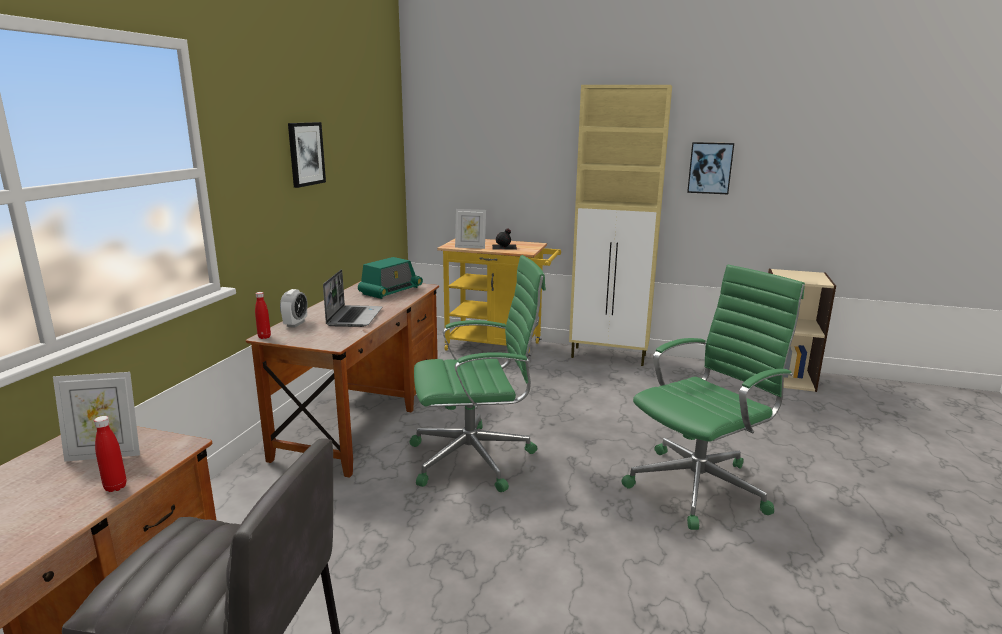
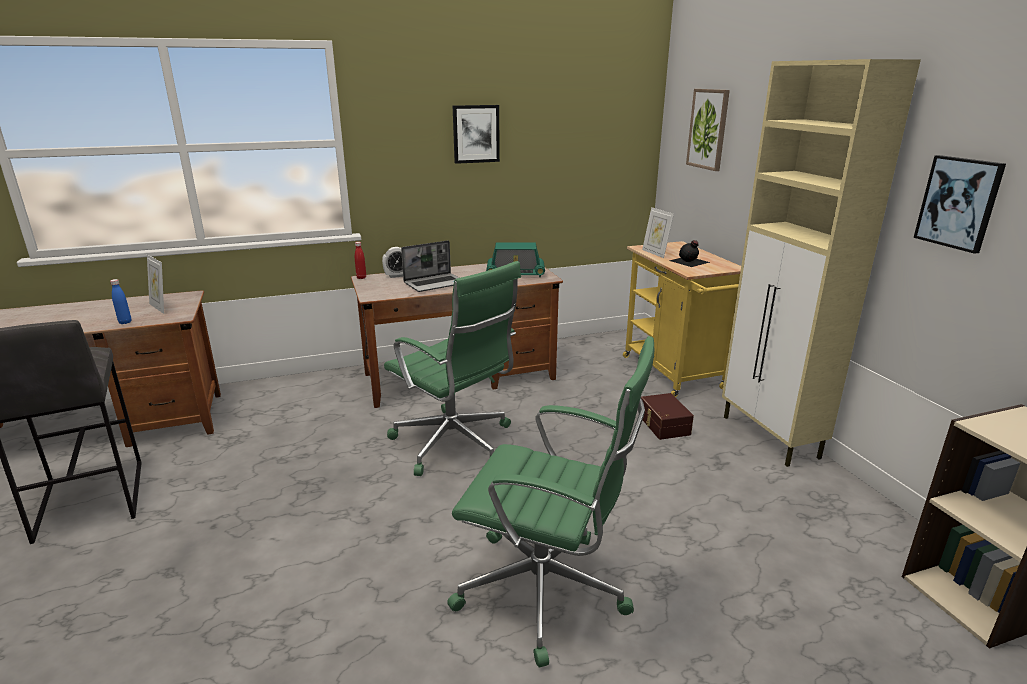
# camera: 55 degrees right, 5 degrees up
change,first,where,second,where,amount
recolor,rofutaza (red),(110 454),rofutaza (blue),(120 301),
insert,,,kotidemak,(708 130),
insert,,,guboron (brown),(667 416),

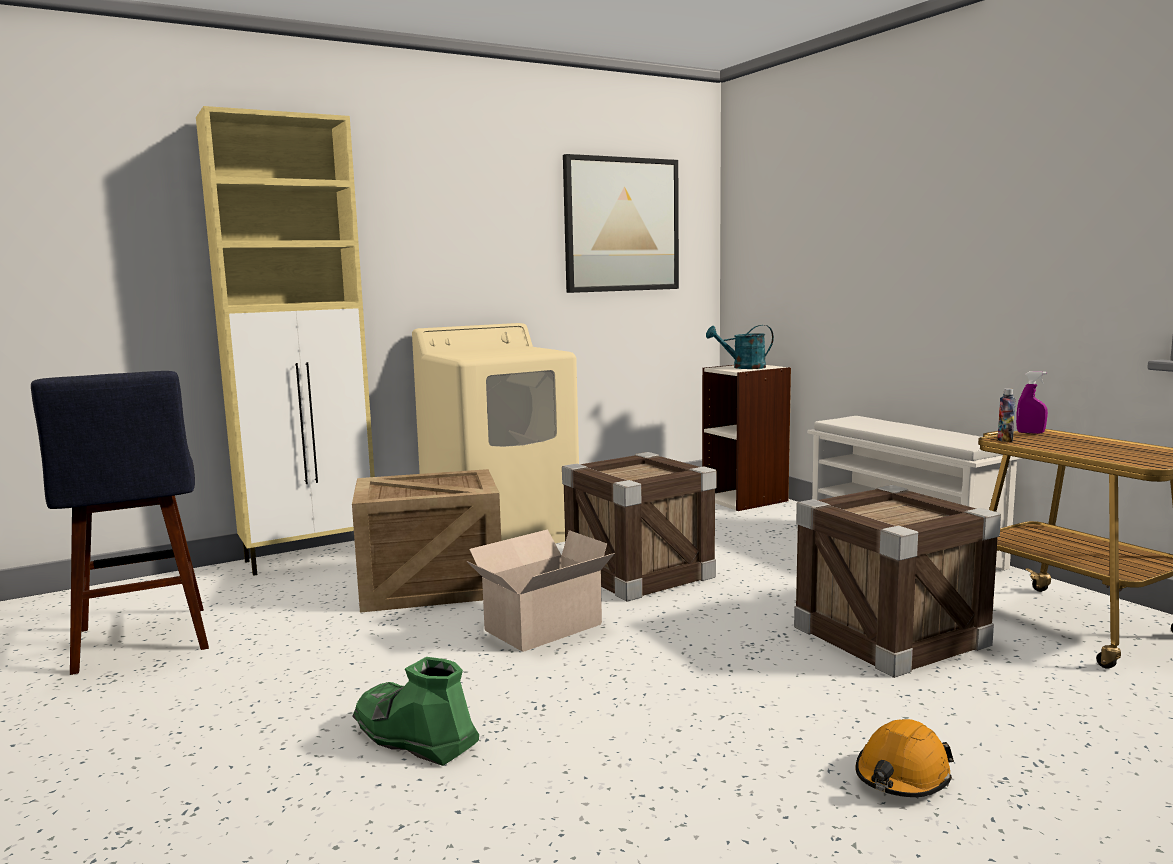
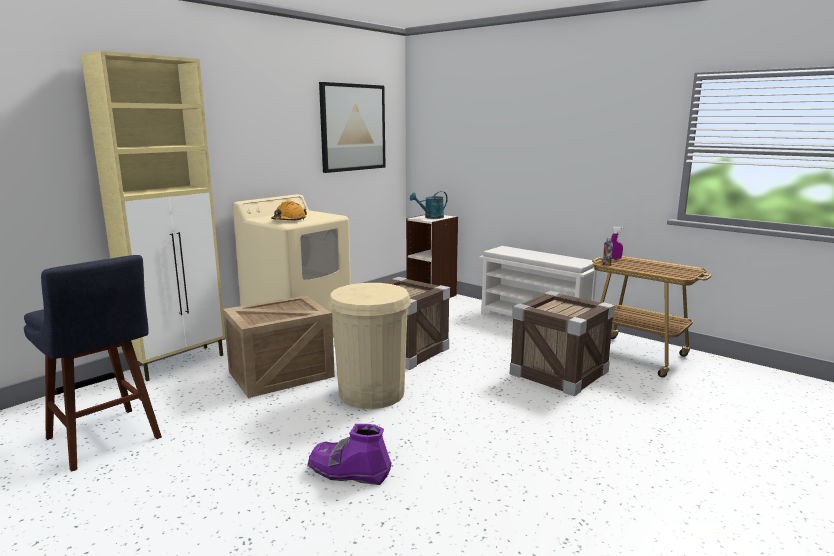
# camera: 20 degrees left, 5 degrees up
change,first,where,second,where,amount
replace,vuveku,(541 590),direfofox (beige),(369 346),
recolor,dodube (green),(415 711),dodube (purple),(349 454),
move,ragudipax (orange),(904 758),,(289 210),

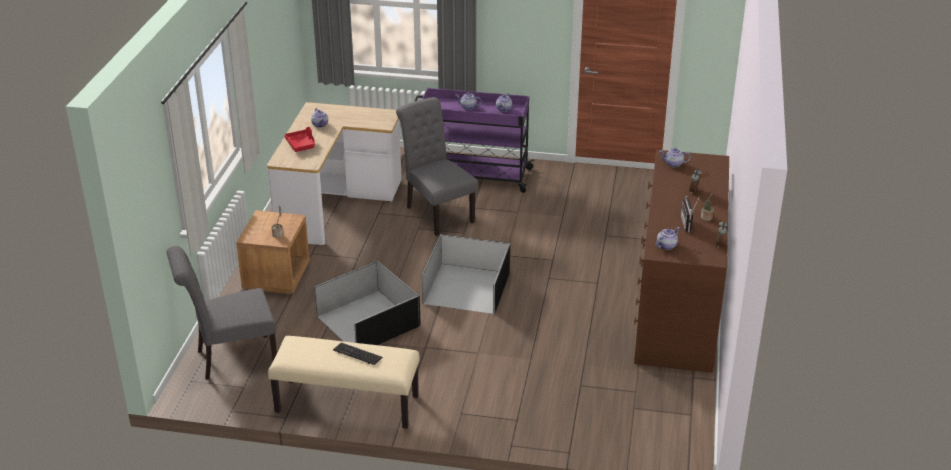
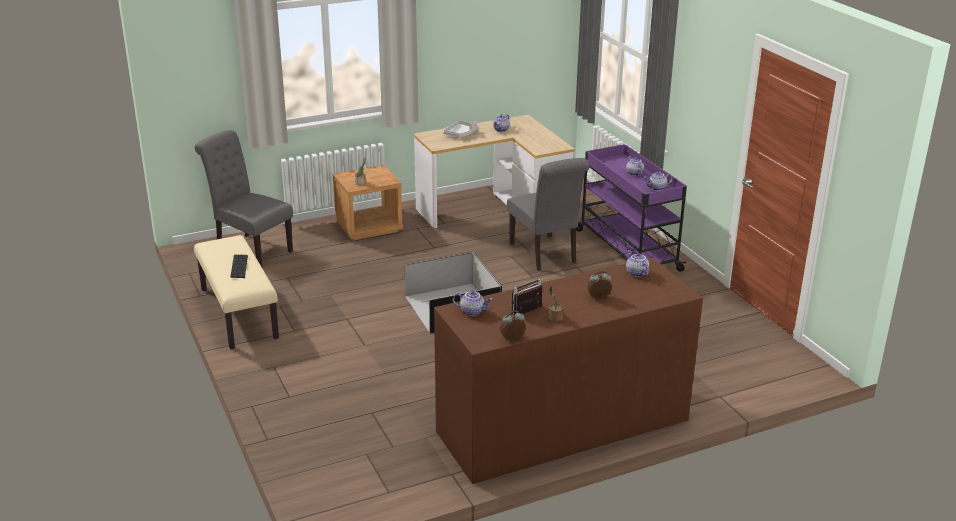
# camera: 55 degrees right, 5 degrees down
change,first,where,second,where,amount
rotate,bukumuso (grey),(437 166),,(548 214),135 degrees clockwise
recolor,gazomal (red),(299 139),gazomal (grey),(461 129),
delete,guboron (black),(368 303),,,

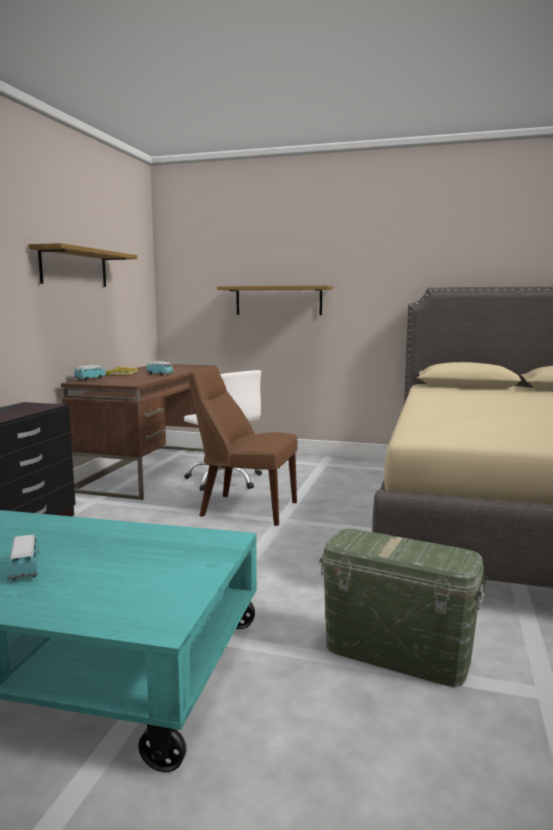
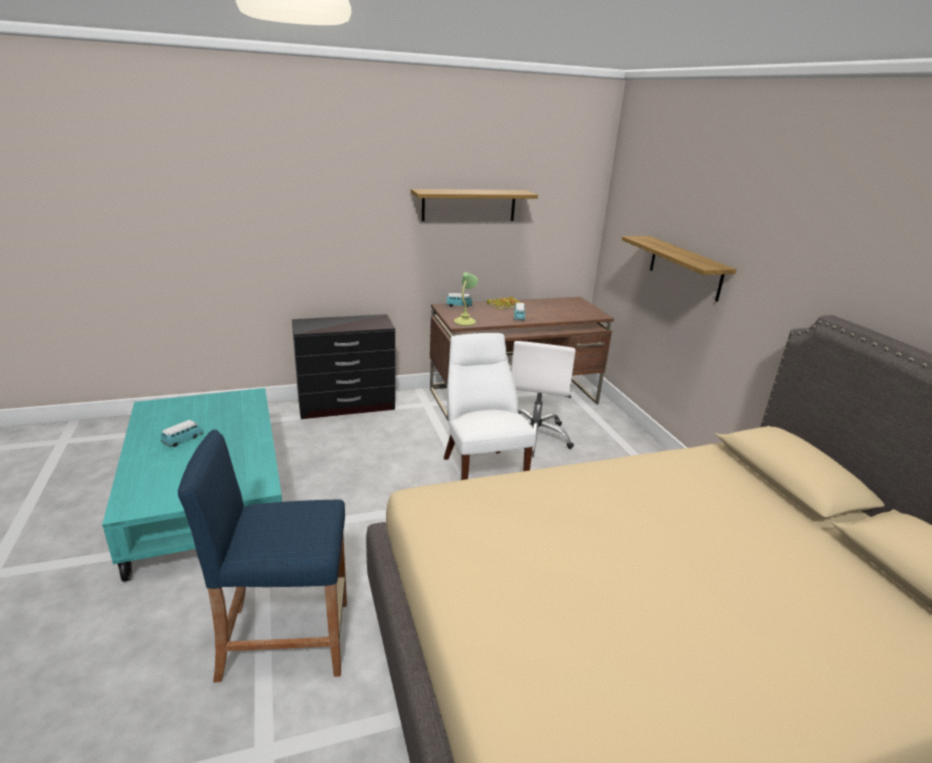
# camera: 55 degrees right, 15 degrees up
change,first,where,second,where,amount
recolor,bukumuso (brown),(243 446),bukumuso (white),(490 406),
replace,guboron (green),(403 607),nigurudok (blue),(262 556),
insert,,,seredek,(466 299),

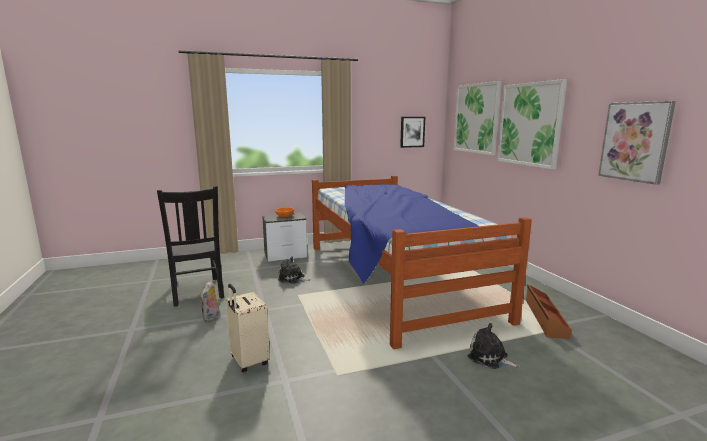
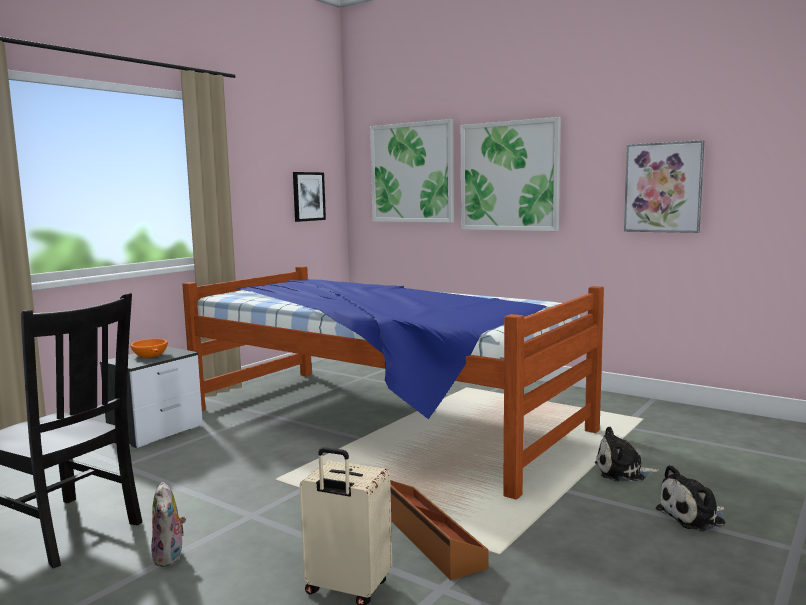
# camera: 35 degrees left, 5 degrees down
change,first,where,second,where,amount
move,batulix,(294 270),,(690 498),
move,guboron (brown),(549 311),,(439 530),

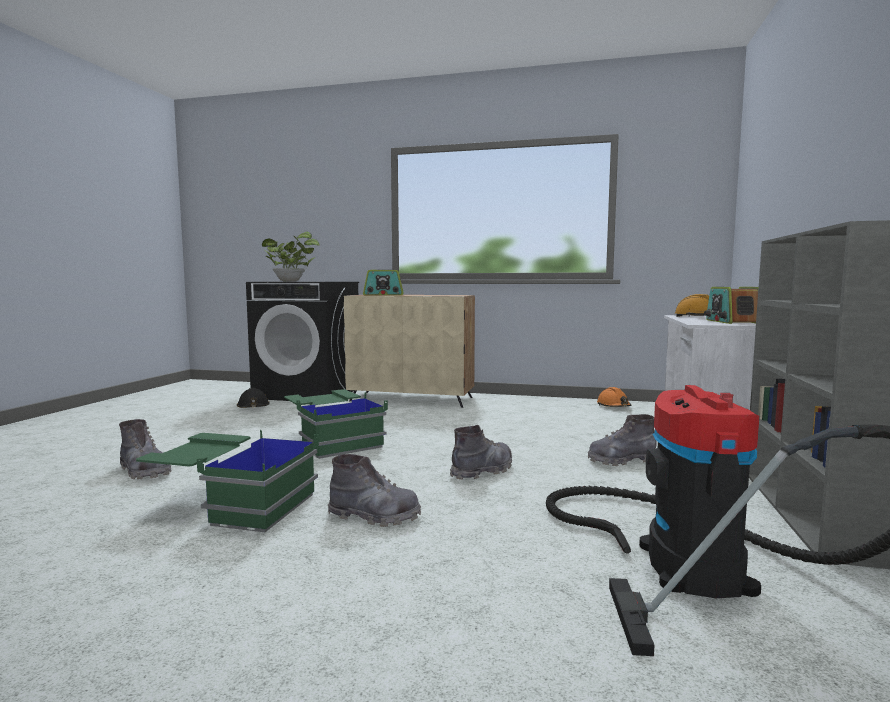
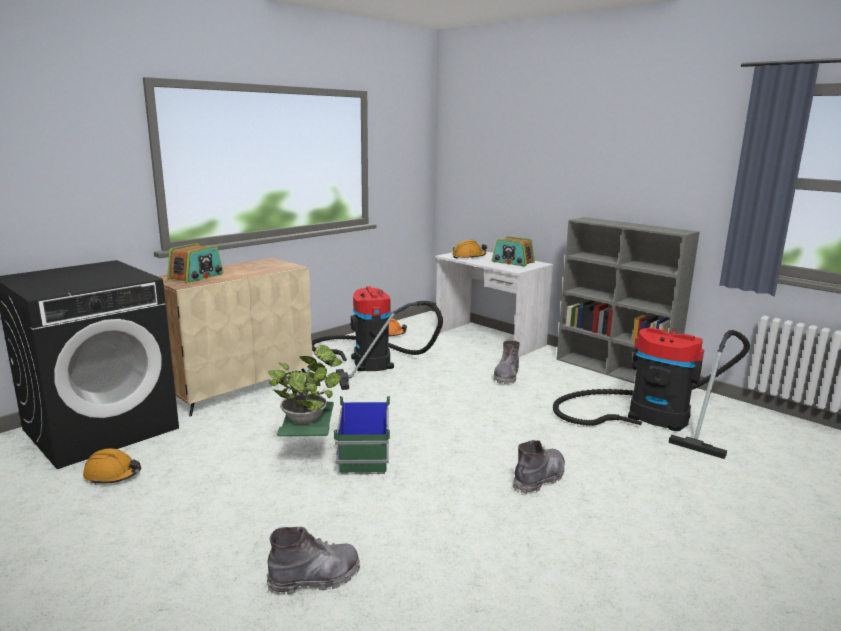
# camera: 60 degrees left, 10 degrees up
change,first,where,second,where,amount
move,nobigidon,(290 256),,(305 384),
recolor,ragudipax (black),(253 398),ragudipax (orange),(112 467),
delete,dodube (grey),(481 452),,,
delete,guboron (green),(227 481),,,
insert,,,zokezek,(377 338),

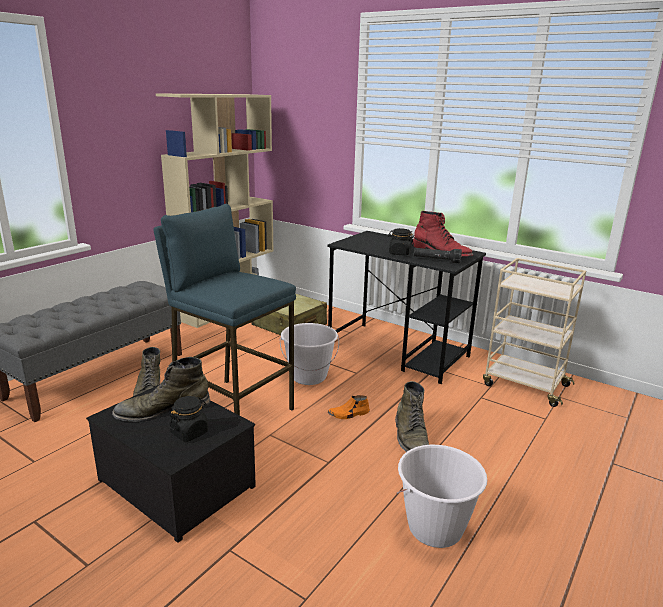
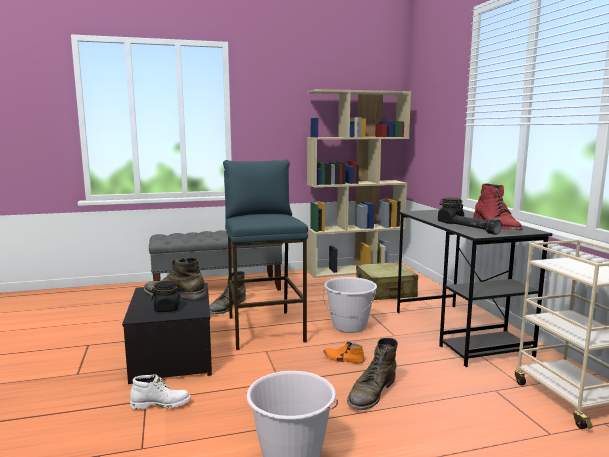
# camera: 40 degrees right, 10 degrees down
change,first,where,second,where,amount
insert,,,dodube (white),(160 391),

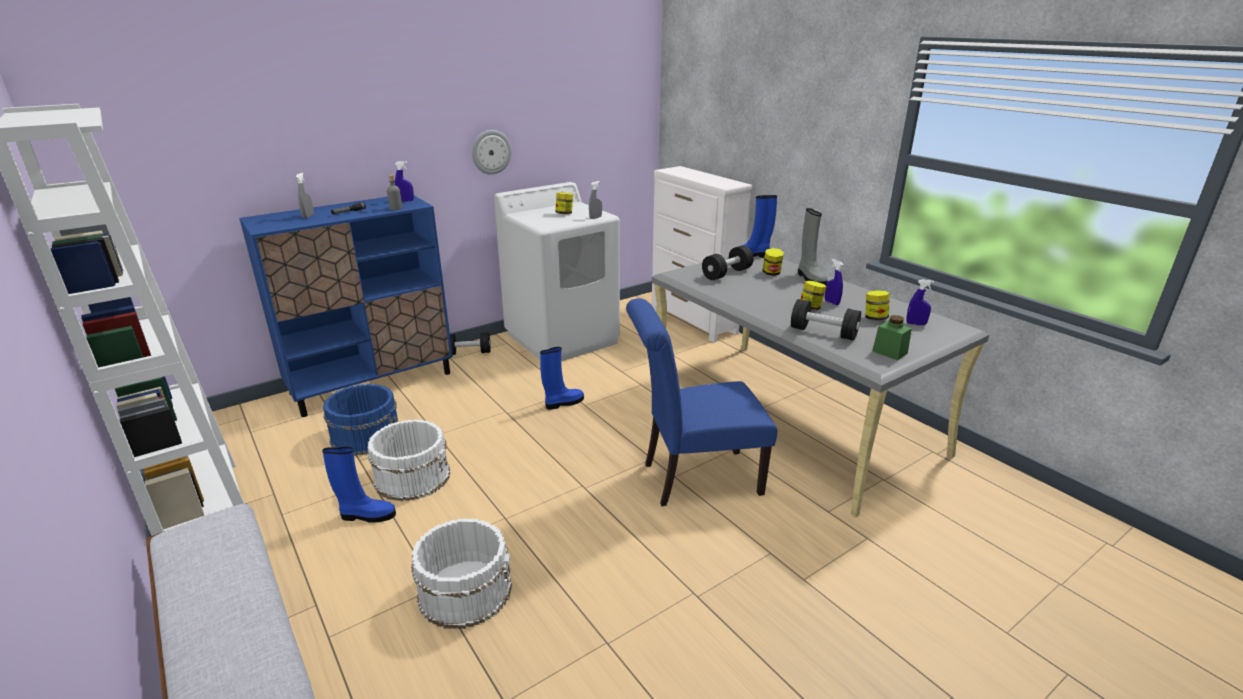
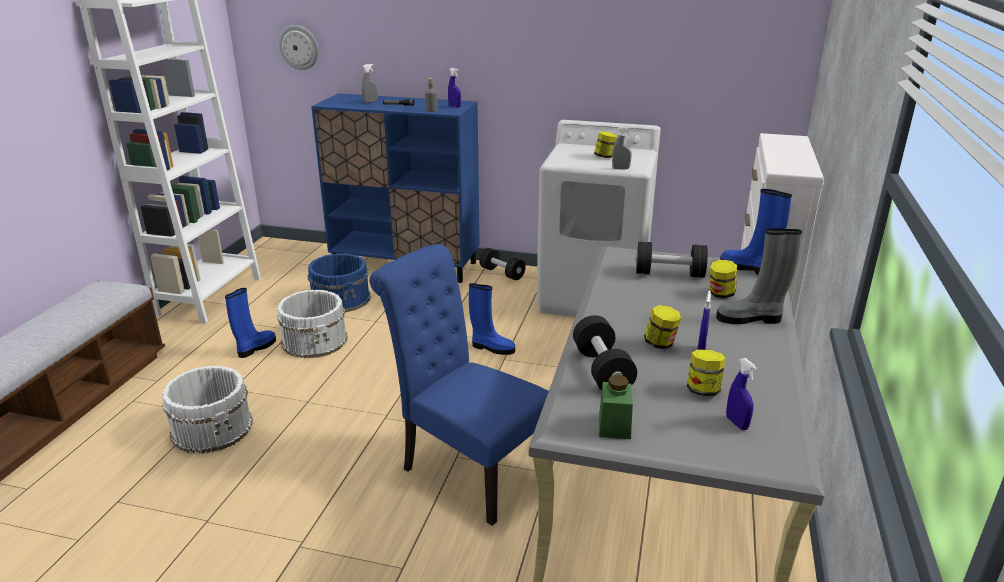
# camera: 50 degrees right, 0 degrees up
change,first,where,second,where,amount
move,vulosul,(492 152),,(298 47),
rotate,dodube (grey),(813 247),,(759 276),60 degrees clockwise
rotate,dodube (blue),(359 485),,(250 323),105 degrees counterclockwise

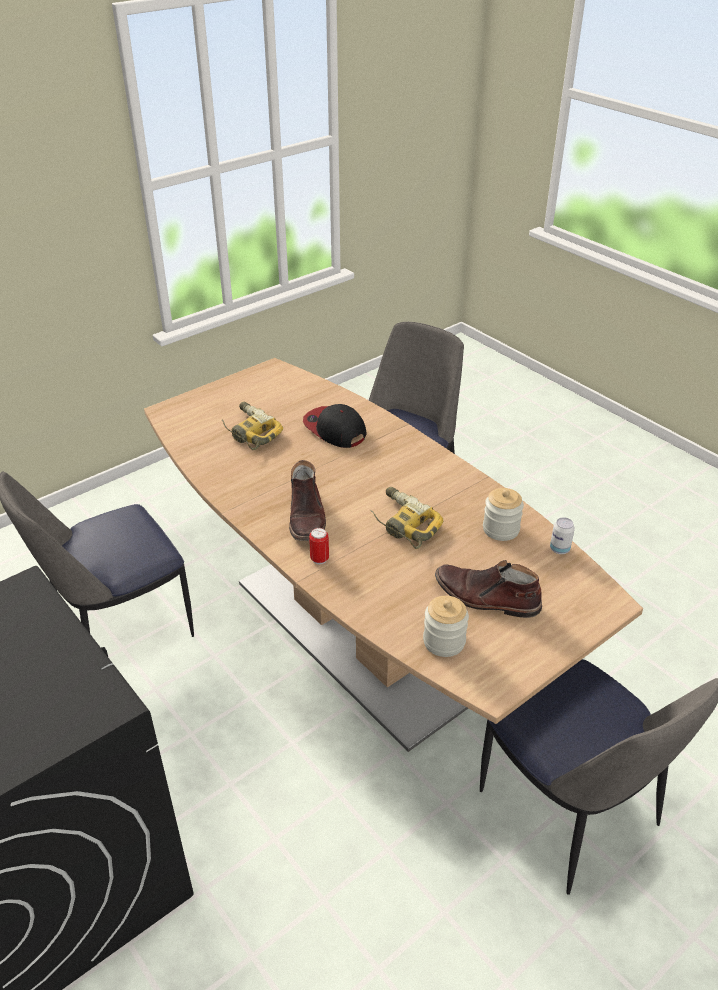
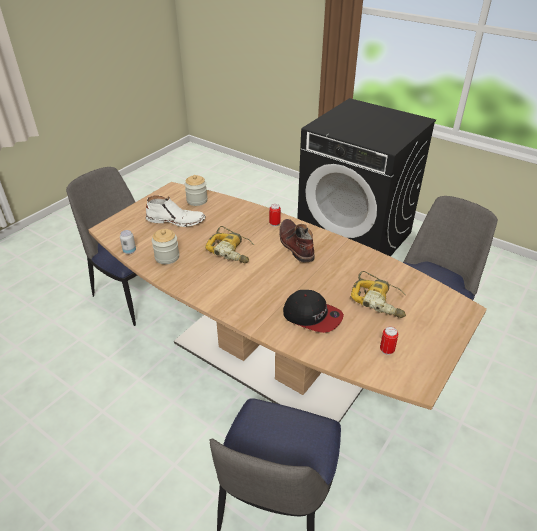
# camera: 165 degrees right, 0 degrees up
change,first,where,second,where,amount
recolor,dodube (brown),(488 589),dodube (white),(176 211),
insert,,,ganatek,(389 341),

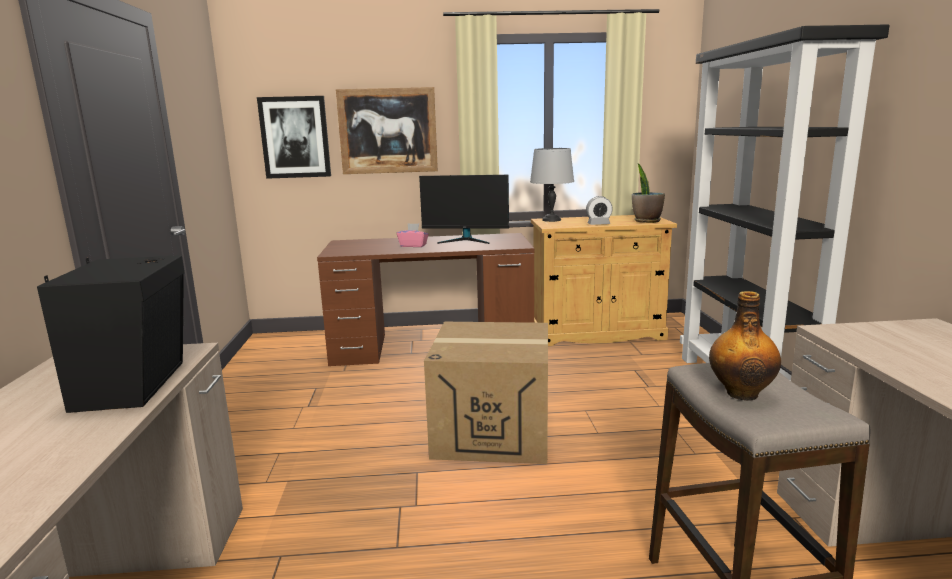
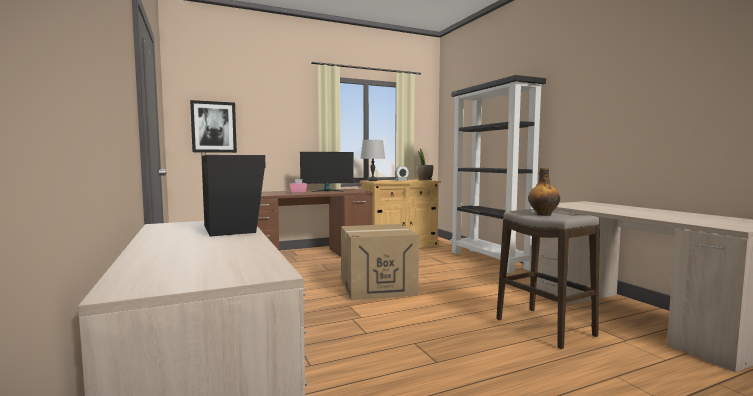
# camera: 20 degrees left, 10 degrees down
change,first,where,second,where,amount
delete,kotidemak,(387 130),,,

